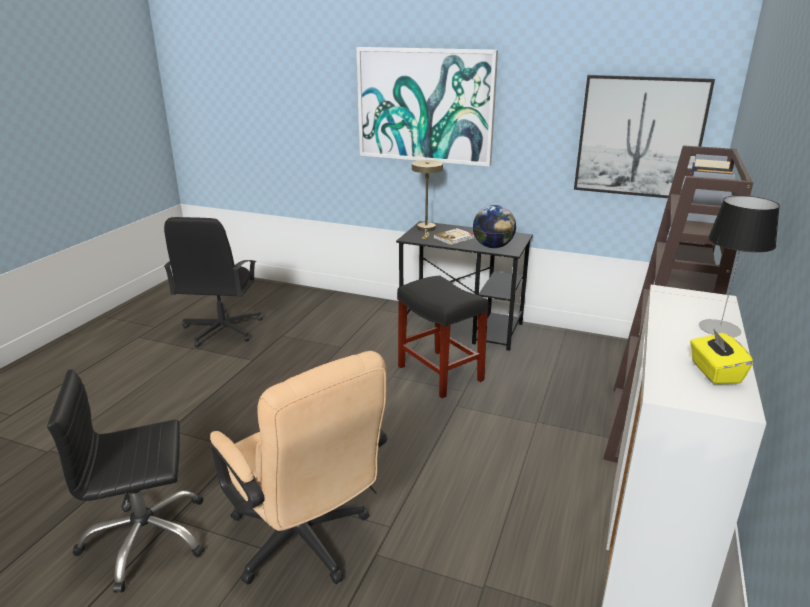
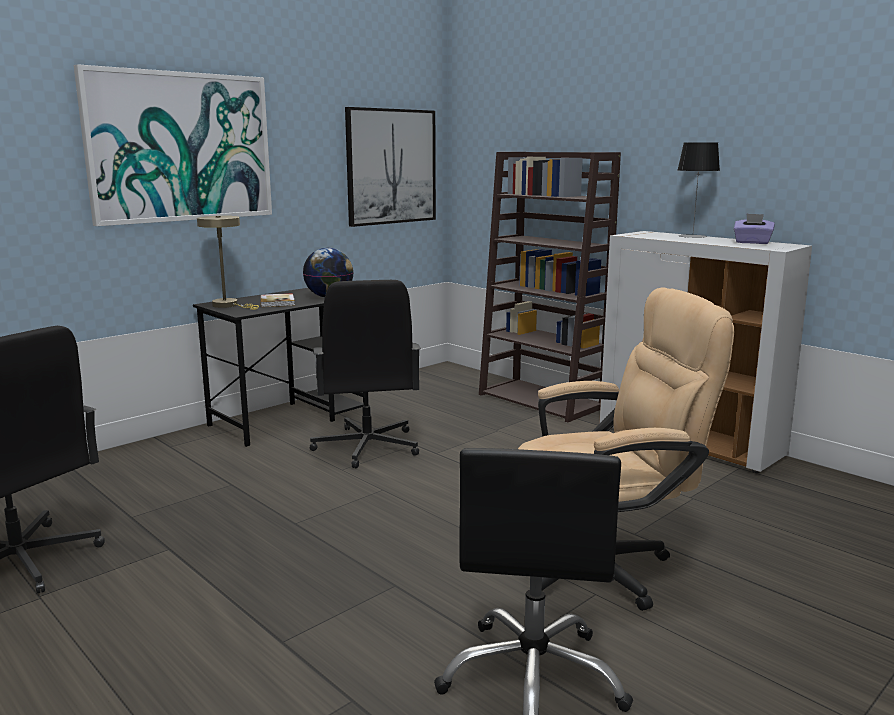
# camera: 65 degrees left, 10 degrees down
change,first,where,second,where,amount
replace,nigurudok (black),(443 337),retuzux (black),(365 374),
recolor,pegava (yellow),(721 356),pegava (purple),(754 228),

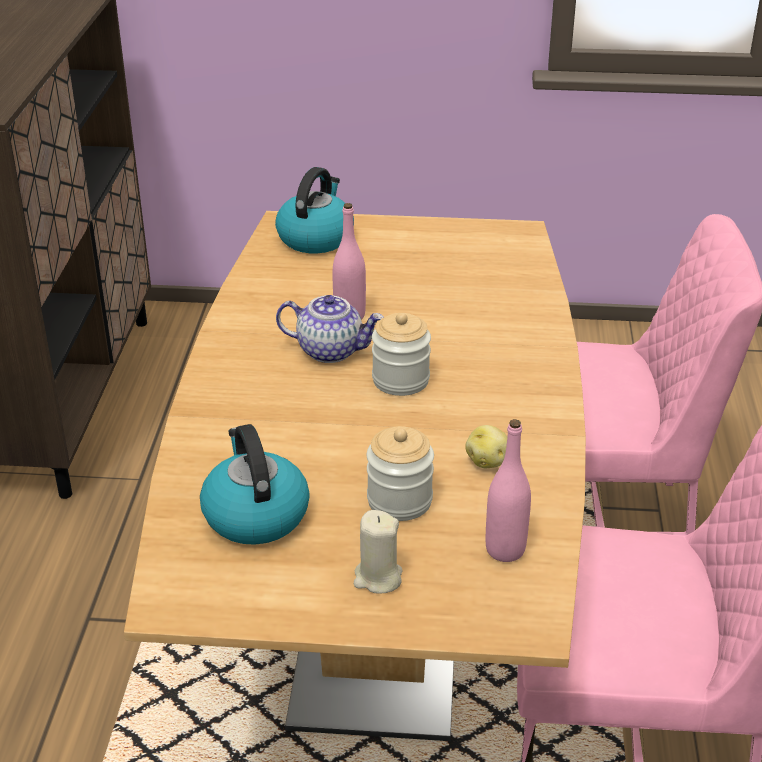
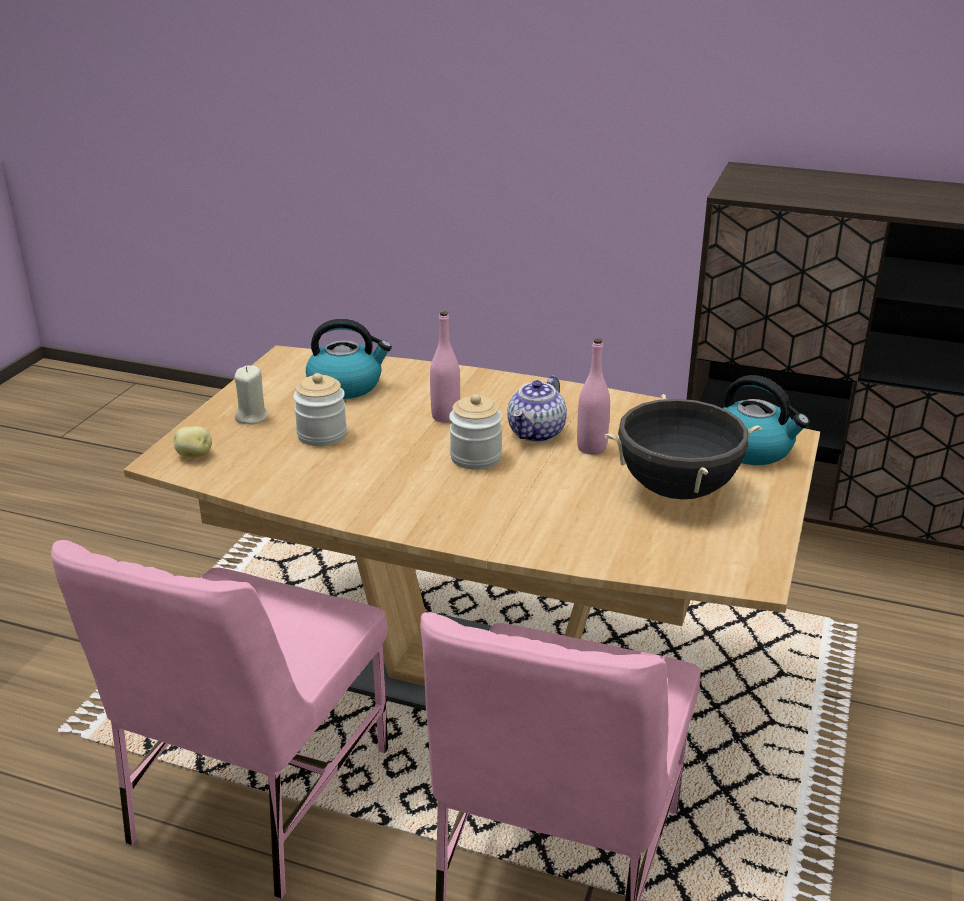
# camera: 105 degrees right, 5 degrees down
change,first,where,second,where,amount
move,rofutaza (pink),(508 490),,(445 367),
move,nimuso,(486 446),,(192 442),
insert,,,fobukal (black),(683 446),

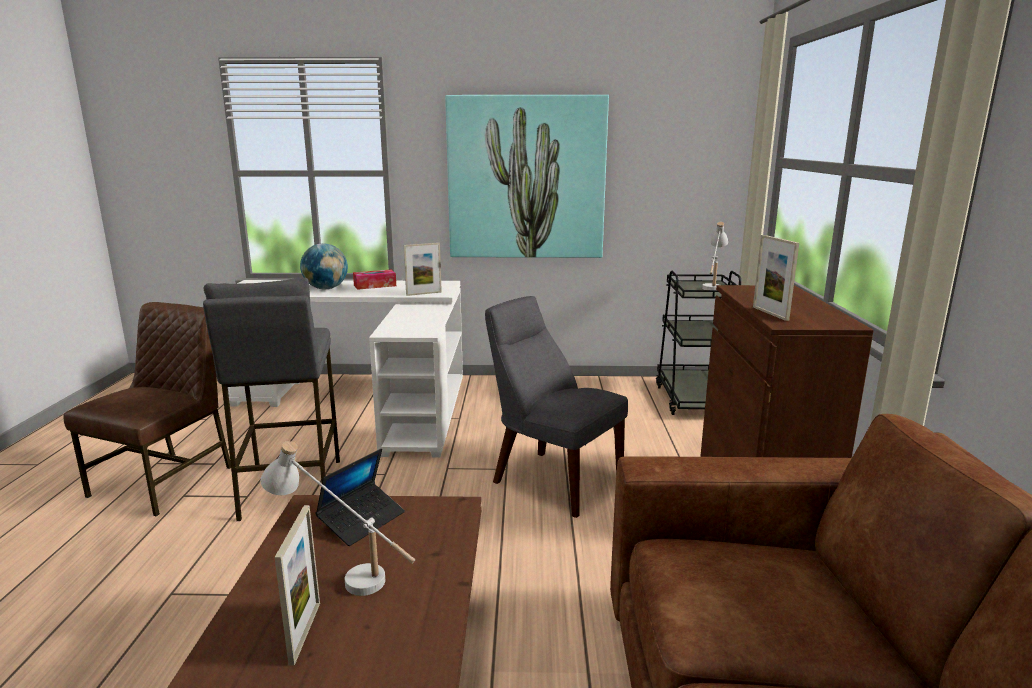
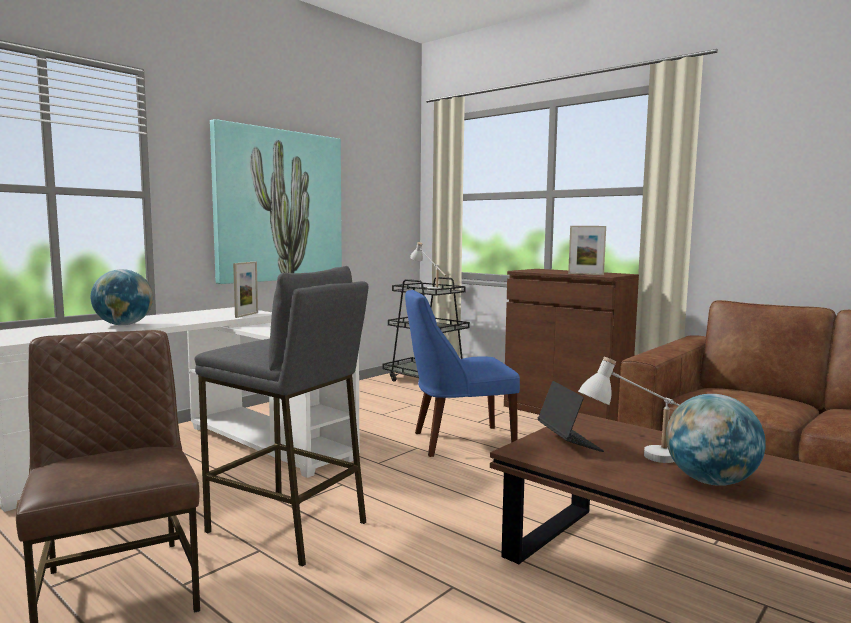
# camera: 50 degrees left, 10 degrees down
change,first,where,second,where,amount
delete,pegava,(374 280),,,
recolor,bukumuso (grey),(556 407),bukumuso (blue),(462 373),
replace,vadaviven,(297 585),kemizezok,(716 440),

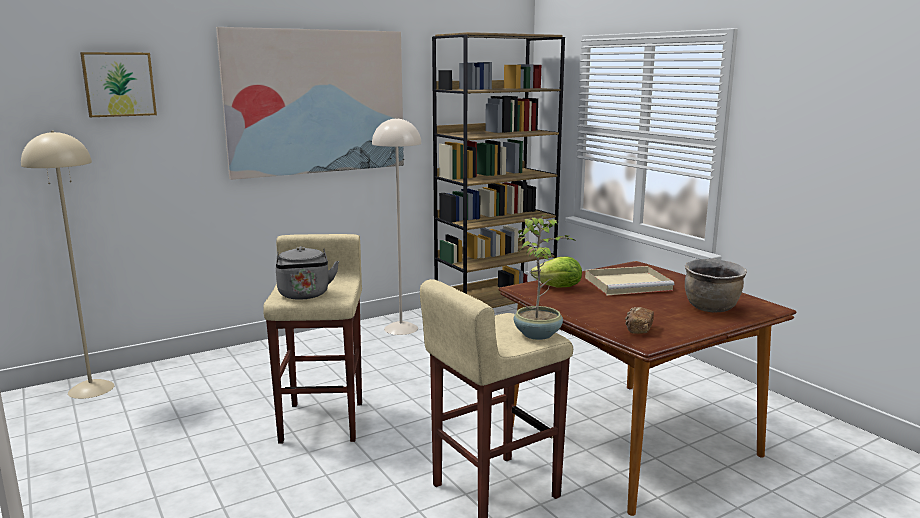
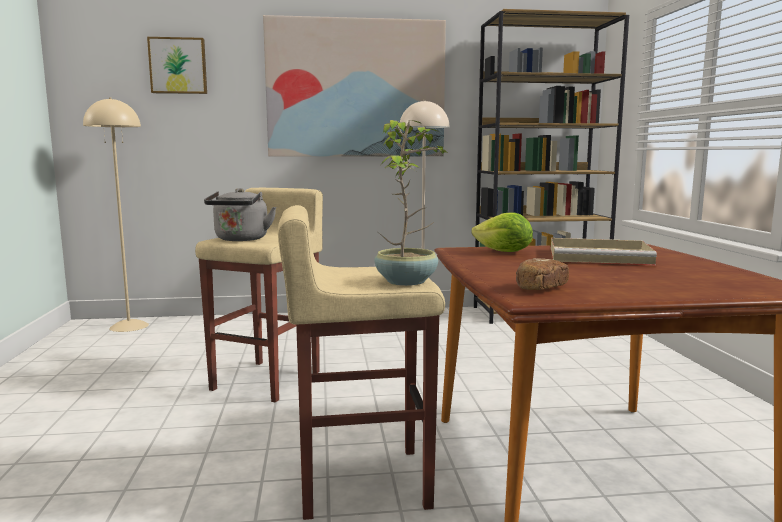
# camera: 25 degrees right, 5 degrees down
change,first,where,second,where,amount
delete,fobukal (brown),(716 285),,,

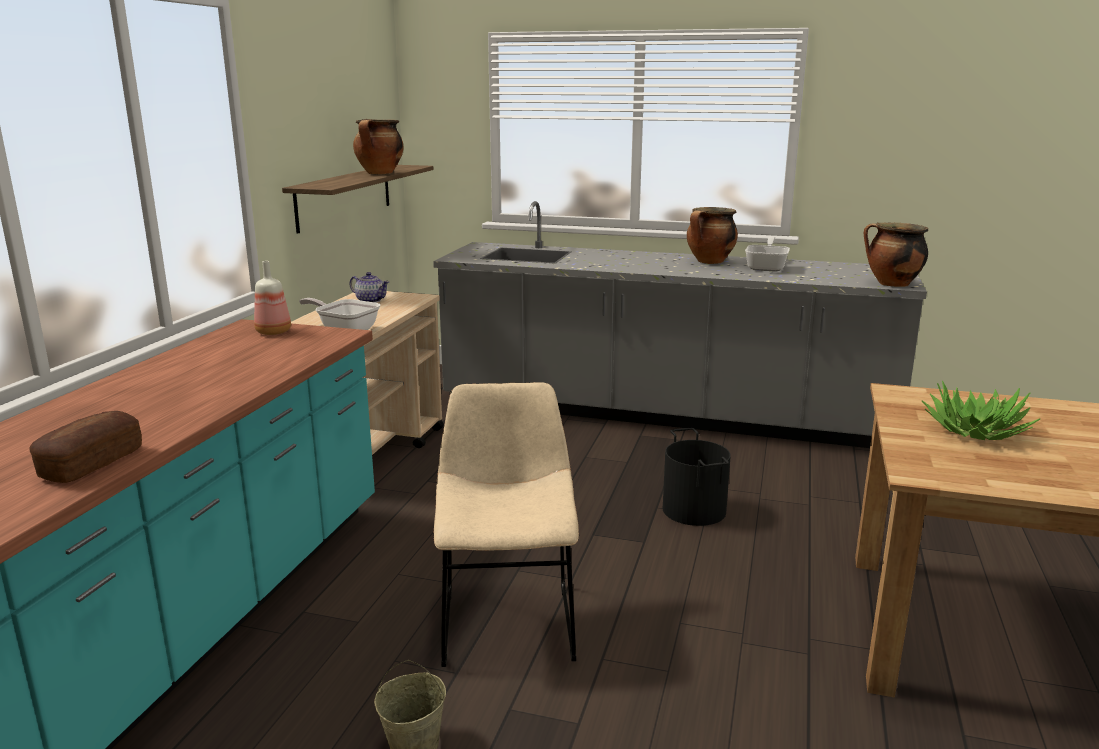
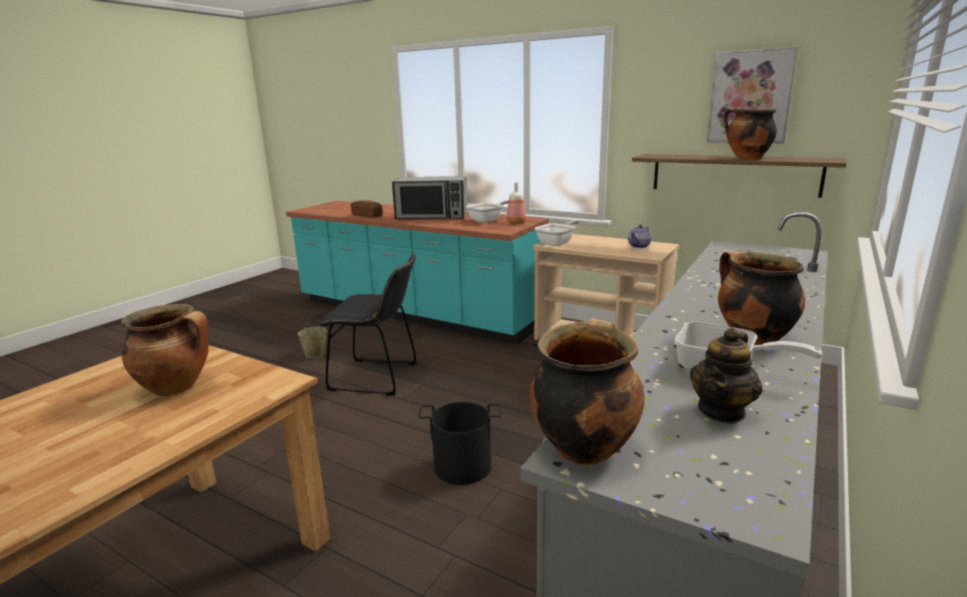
# camera: 105 degrees right, 0 degrees up
change,first,where,second,where,amount
replace,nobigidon,(981 410),fobukal,(165 350),
recolor,bukumuso (beige),(506 524),bukumuso (black),(368 324),
insert,,,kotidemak,(752 95),
insert,,,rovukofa,(430 197),
insert,,,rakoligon,(487 211),
insert,,,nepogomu,(726 375),

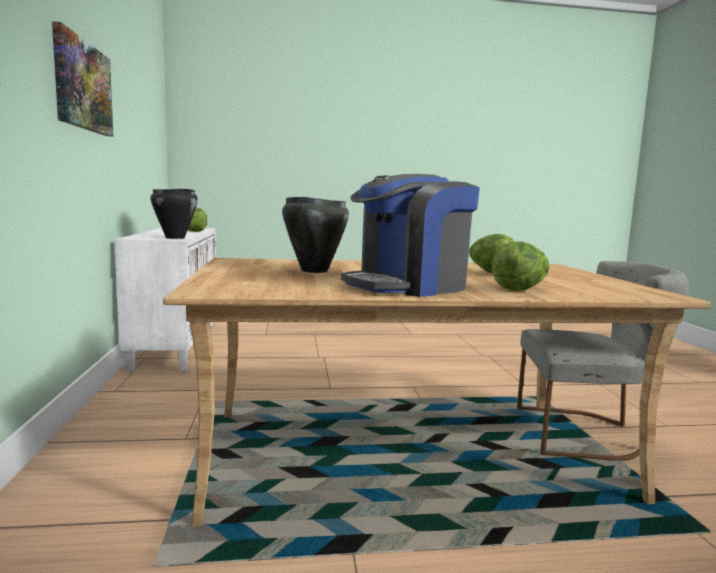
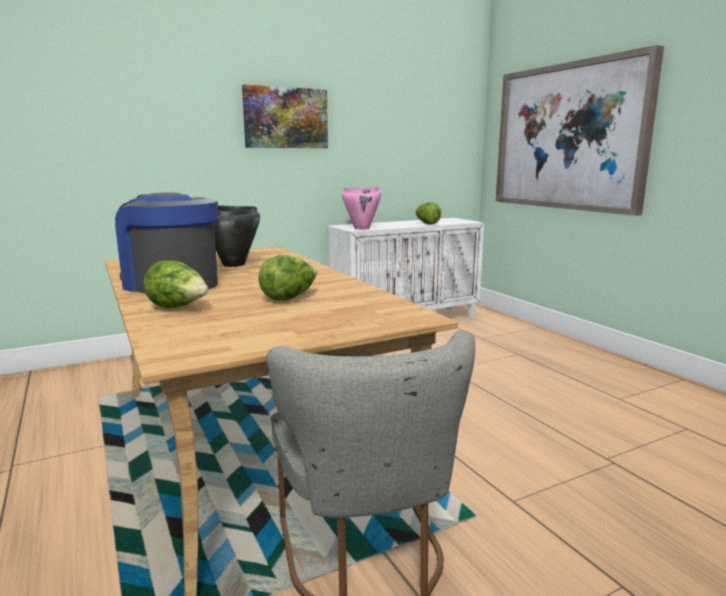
# camera: 70 degrees right, 5 degrees up
change,first,where,second,where,amount
recolor,fobukal (black),(174 214),fobukal (pink),(361 208),
insert,,,kotidemak,(580 130),

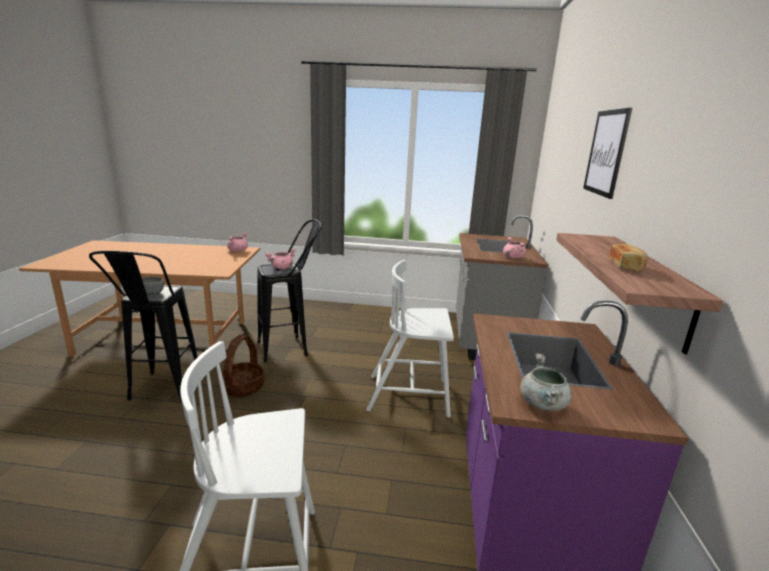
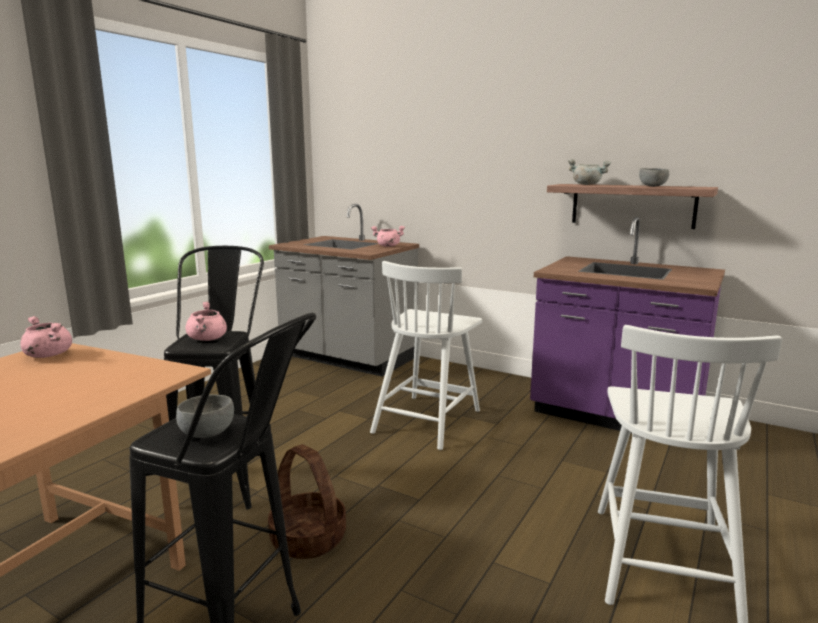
# camera: 65 degrees left, 5 degrees down
change,first,where,second,where,amount
delete,kotidemak,(607 153),,,
replace,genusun,(628 258),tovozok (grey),(654 177),
move,fobukal (grey),(546 382),,(589 172),

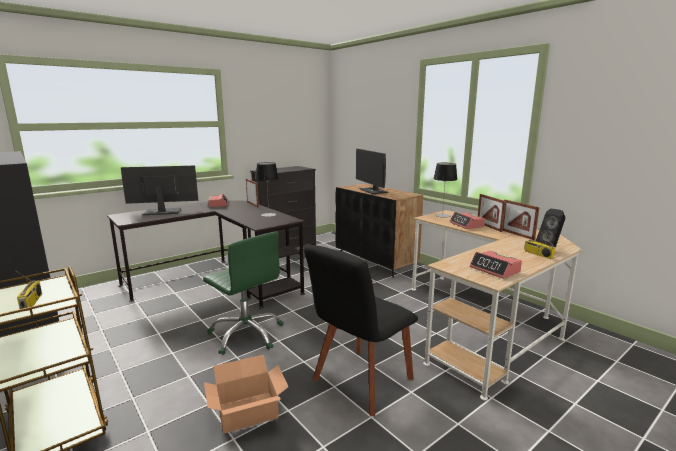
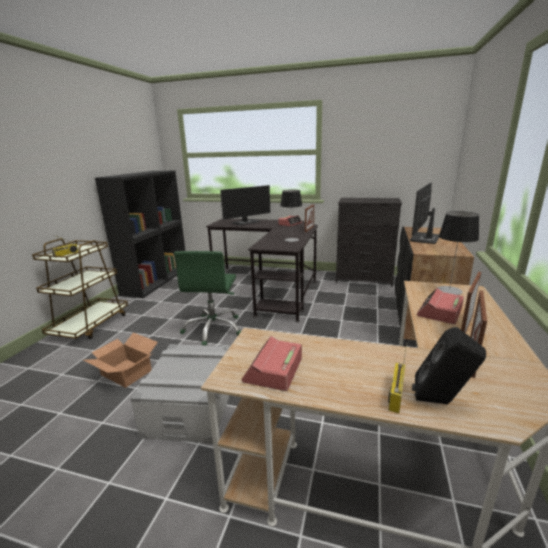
# camera: 55 degrees right, 5 degrees up
change,first,where,second,where,amount
rotate,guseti,(159 190),,(245 205),105 degrees clockwise
replace,bukumuso (black),(360 330),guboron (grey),(180 394),

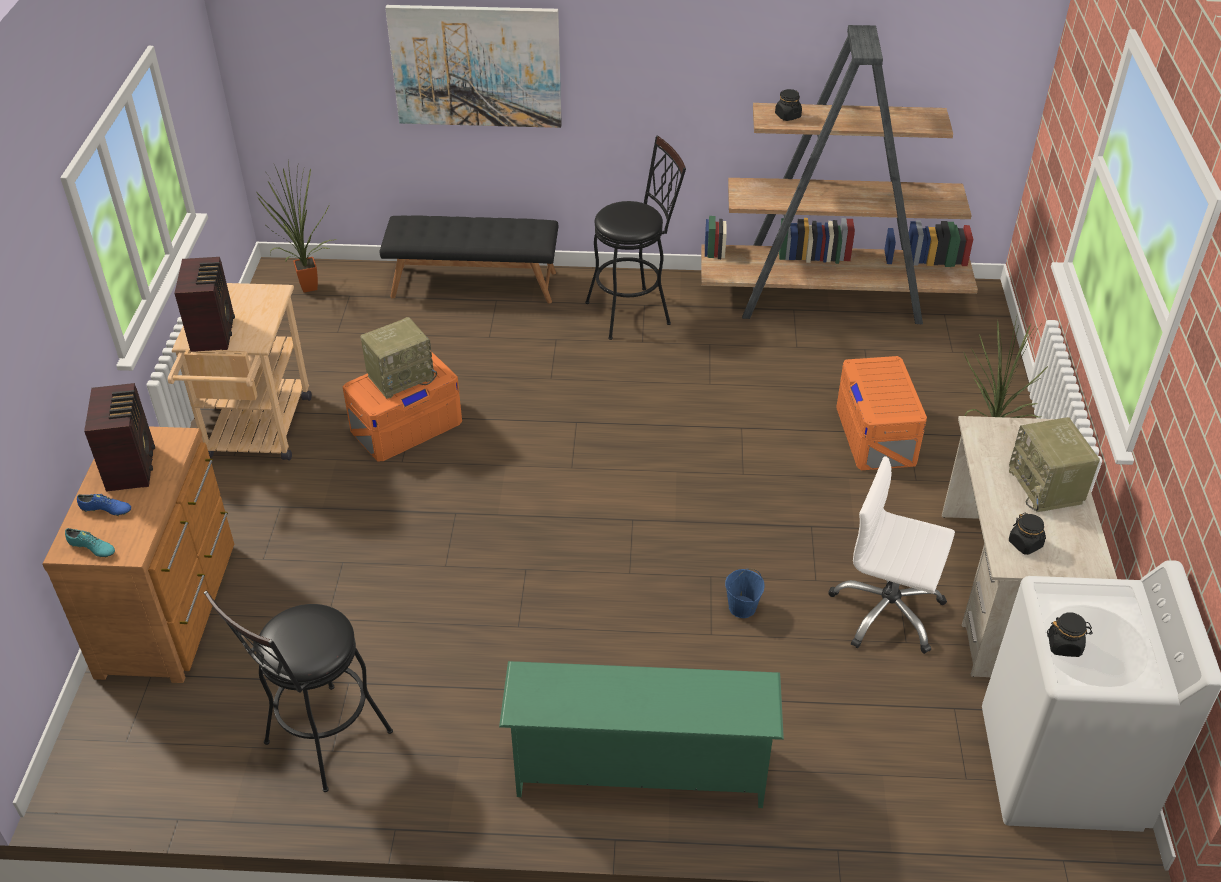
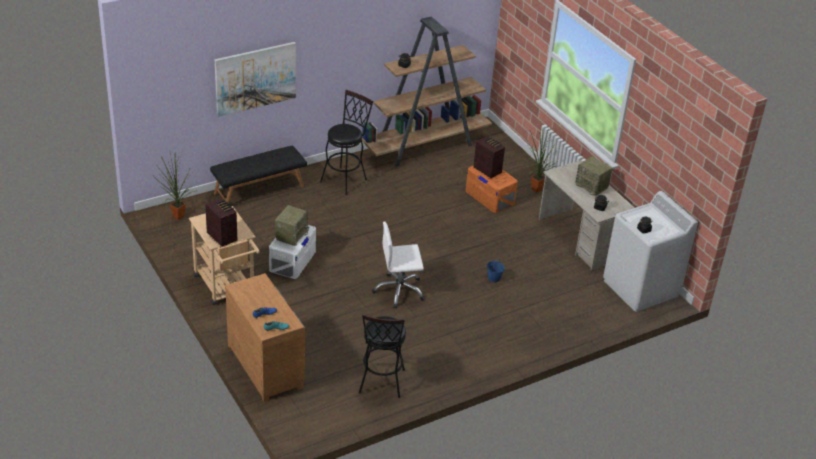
# camera: 35 degrees left, 5 degrees down
change,first,where,second,where,amount
recolor,guboron (orange),(402 406),guboron (white),(292 252),
move,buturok,(119 437),,(489 157),
move,retuzux (white),(891 555),,(398 265),
delete,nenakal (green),(641 734),,,

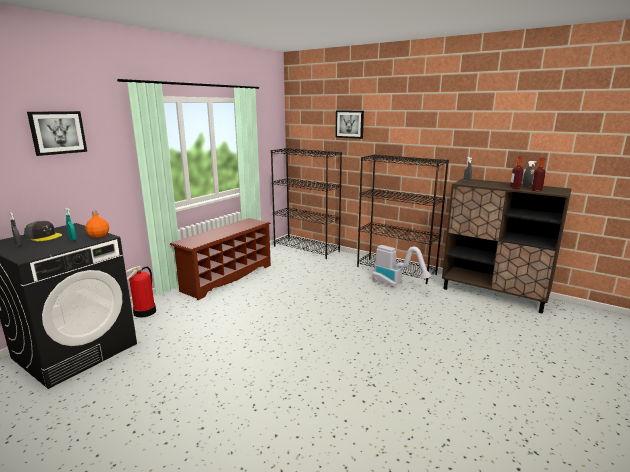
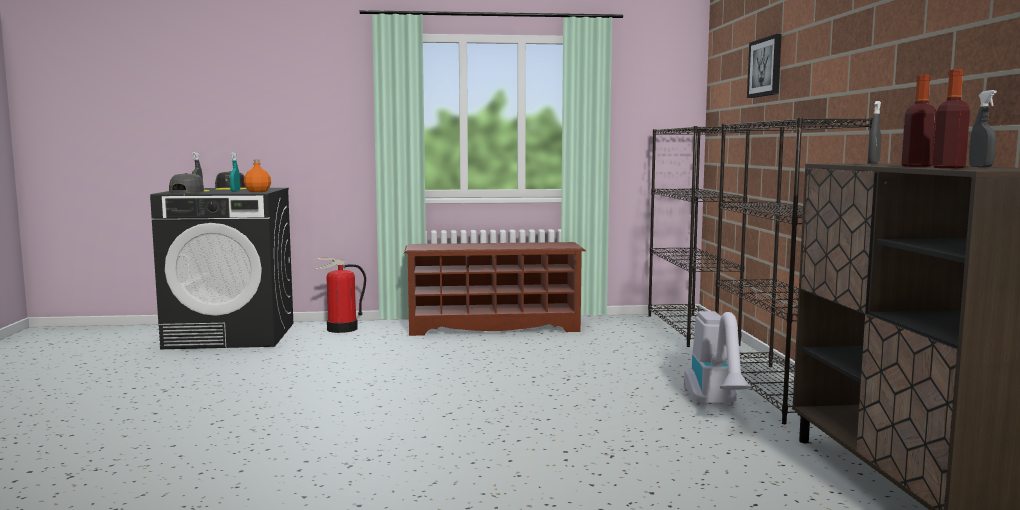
# camera: 50 degrees right, 10 degrees down
change,first,where,second,where,amount
delete,kotidemak,(57 133),,,
insert,,,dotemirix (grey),(189 183),

